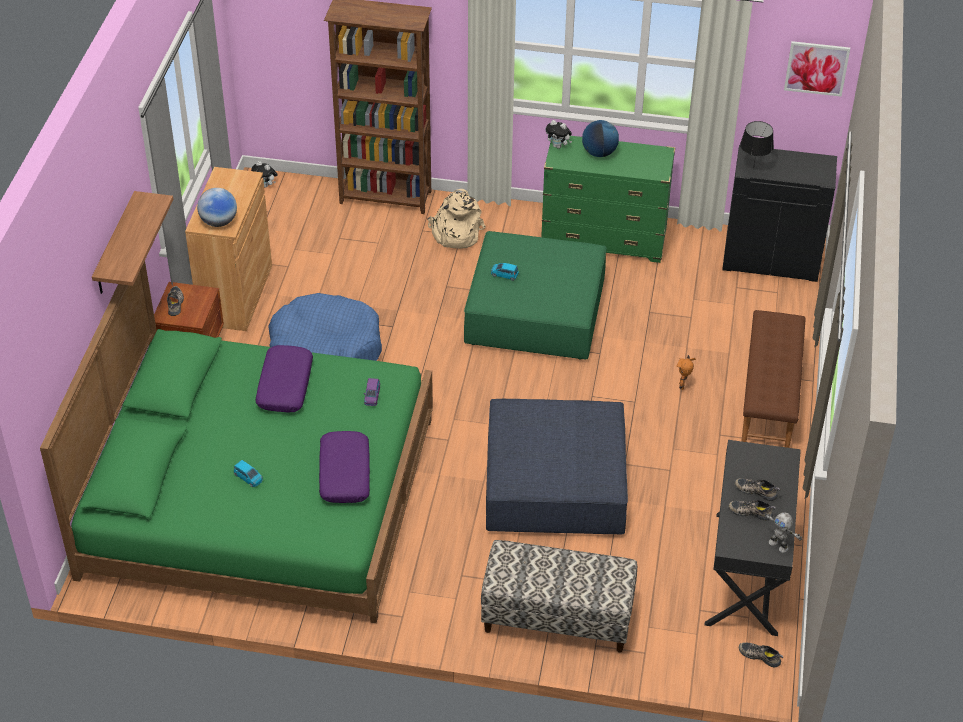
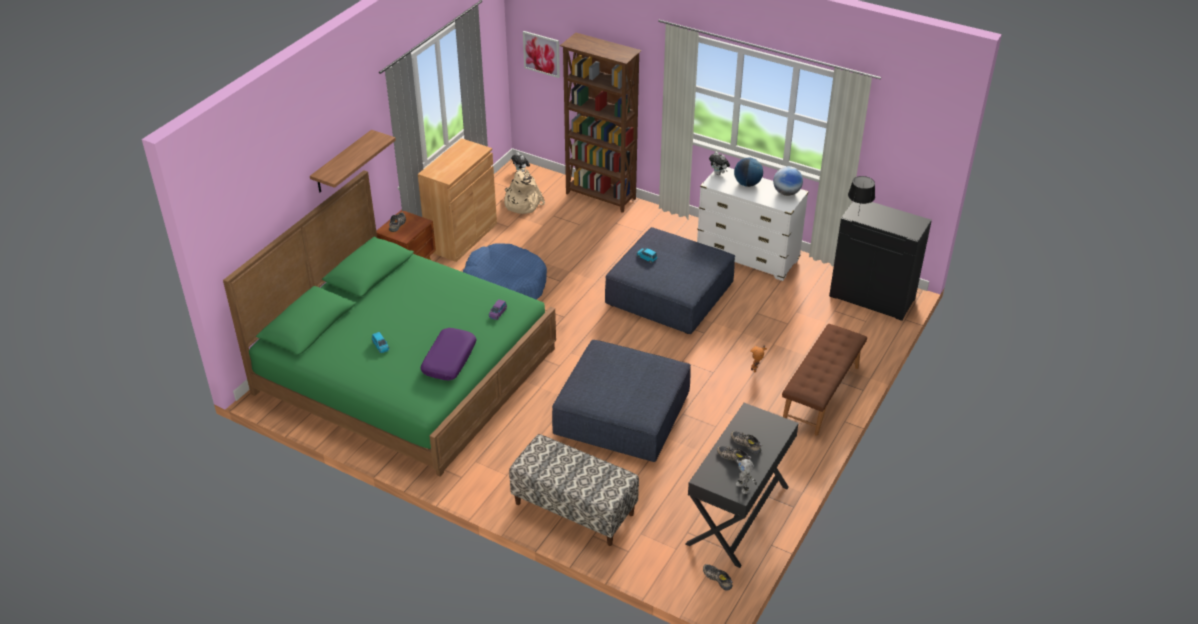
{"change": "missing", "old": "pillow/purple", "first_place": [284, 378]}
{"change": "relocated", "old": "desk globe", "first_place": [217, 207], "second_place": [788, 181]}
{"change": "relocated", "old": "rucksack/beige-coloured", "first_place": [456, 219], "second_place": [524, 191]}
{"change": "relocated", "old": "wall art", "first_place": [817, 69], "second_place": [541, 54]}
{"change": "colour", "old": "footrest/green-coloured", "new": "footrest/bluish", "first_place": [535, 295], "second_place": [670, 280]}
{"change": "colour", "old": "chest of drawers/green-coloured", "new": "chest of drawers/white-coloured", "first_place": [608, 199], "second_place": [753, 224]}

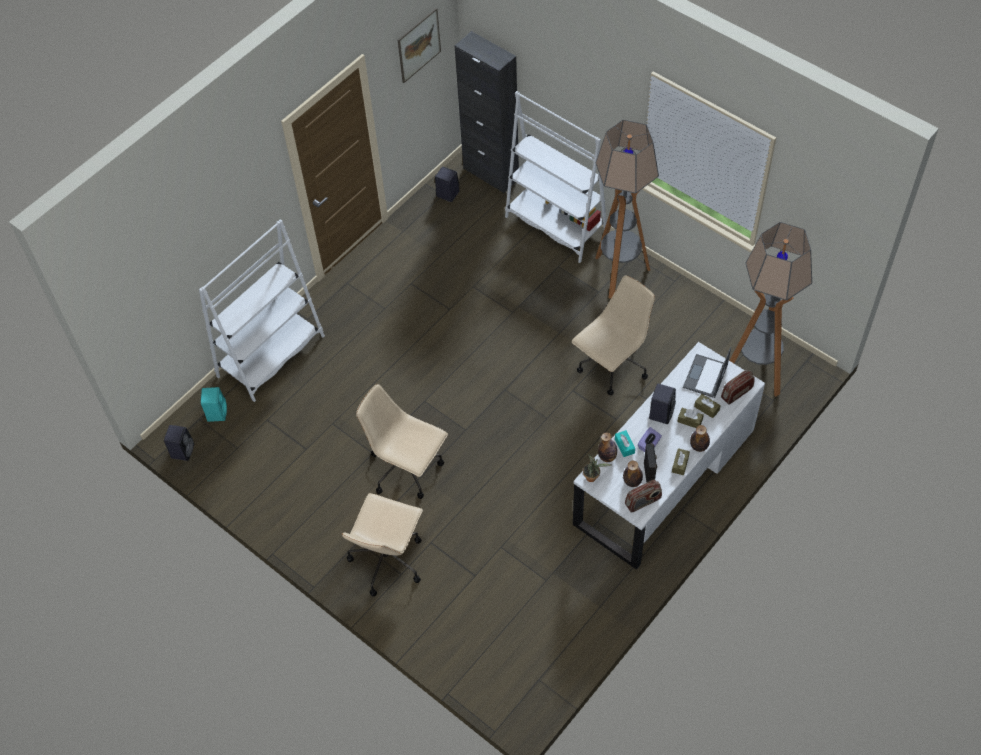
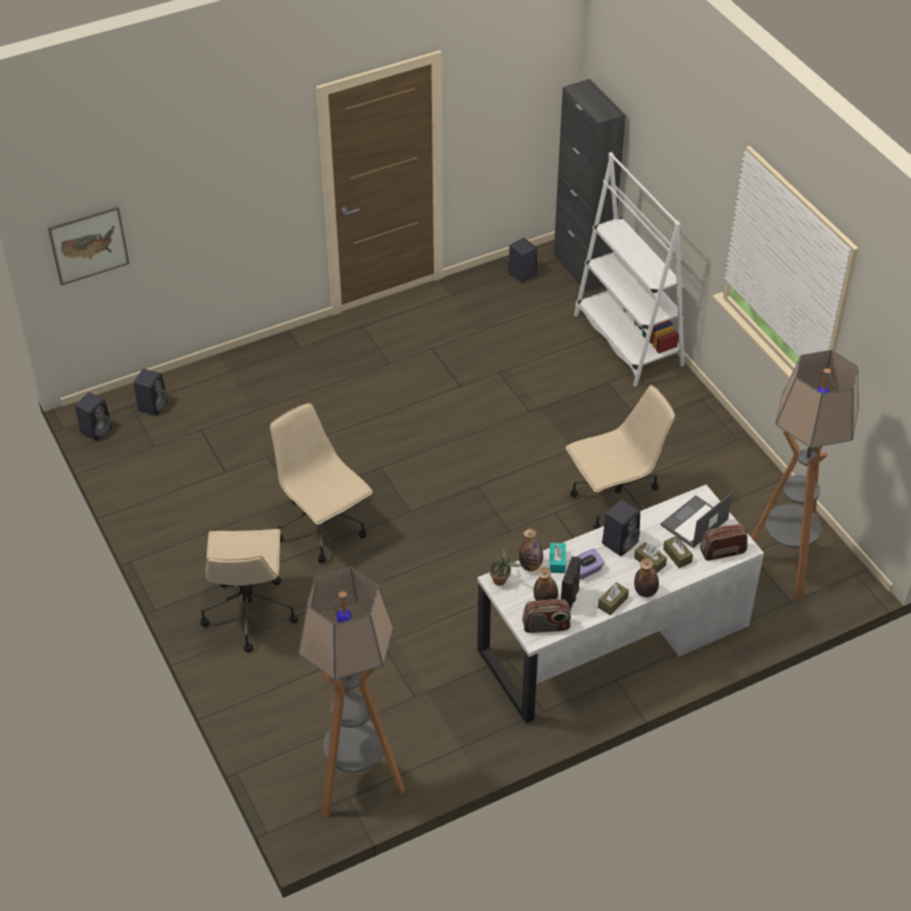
{"change": "missing", "old": "bookcase/white-coloured", "first_place": [262, 311]}
{"change": "relocated", "old": "wall art", "first_place": [419, 45], "second_place": [88, 246]}
{"change": "relocated", "old": "standard lamp", "first_place": [627, 209], "second_place": [351, 692]}
{"change": "colour", "old": "speaker/turquoise", "new": "speaker/black", "first_place": [214, 404], "second_place": [150, 392]}
{"change": "spun", "old": "office chair/beige-coloured", "first_place": [382, 545], "second_place": [249, 590], "degrees": -45}

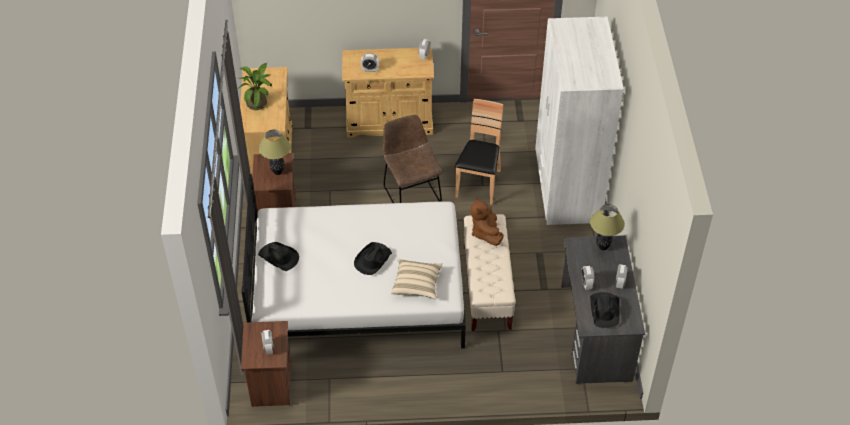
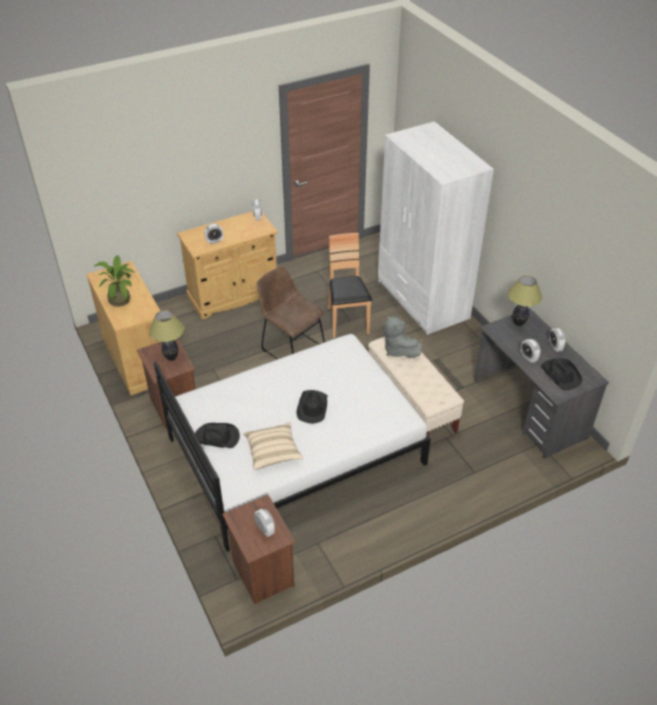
{"change": "relocated", "old": "pillow/beige-coloured", "first_place": [416, 279], "second_place": [273, 446]}
{"change": "colour", "old": "cuddly toy/brown", "new": "cuddly toy/gray", "first_place": [487, 221], "second_place": [402, 336]}

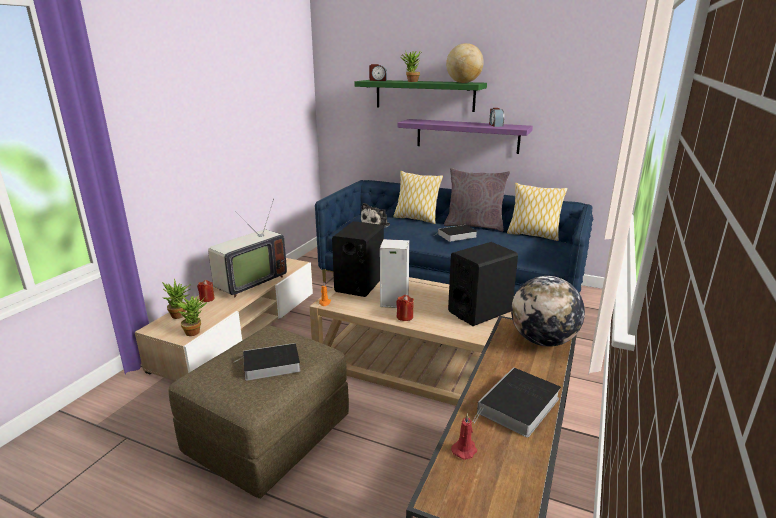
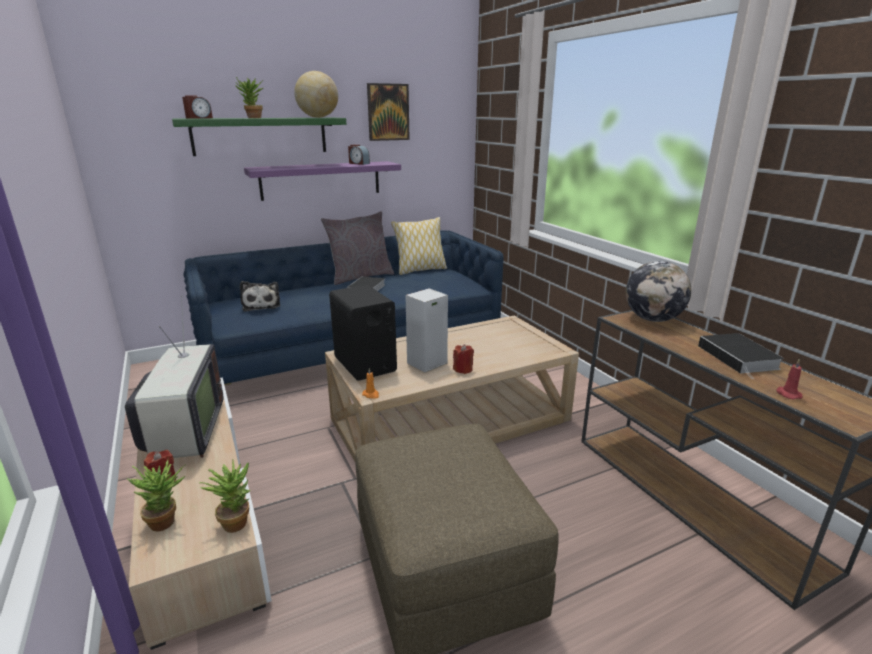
{"change": "missing", "old": "bound book", "first_place": [267, 362]}
{"change": "missing", "old": "pillow", "first_place": [418, 197]}
{"change": "missing", "old": "speaker/black", "first_place": [483, 284]}
{"change": "appeared", "new": "wall art", "second_place": [388, 112]}

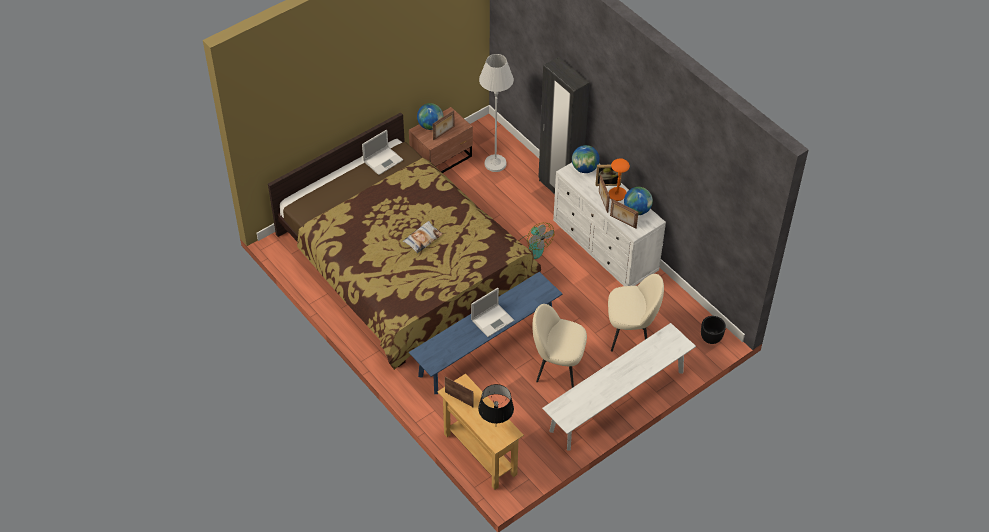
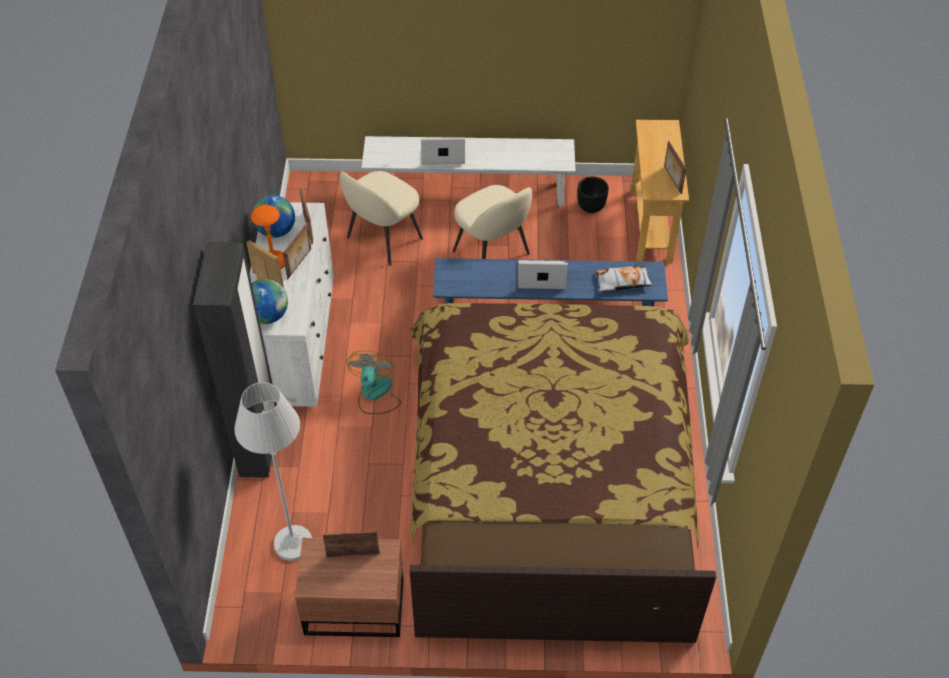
{"change": "missing", "old": "desk globe", "first_place": [430, 116]}
{"change": "missing", "old": "table lamp/black", "first_place": [496, 404]}
{"change": "relocated", "old": "laptop", "first_place": [382, 152], "second_place": [443, 151]}
{"change": "relocated", "old": "pillow", "first_place": [423, 237], "second_place": [624, 278]}
{"change": "relocated", "old": "flower pot/black", "first_place": [713, 330], "second_place": [593, 195]}
{"change": "spun", "old": "plain chair/beige-coloured", "first_place": [636, 313], "second_place": [381, 218], "degrees": -90}

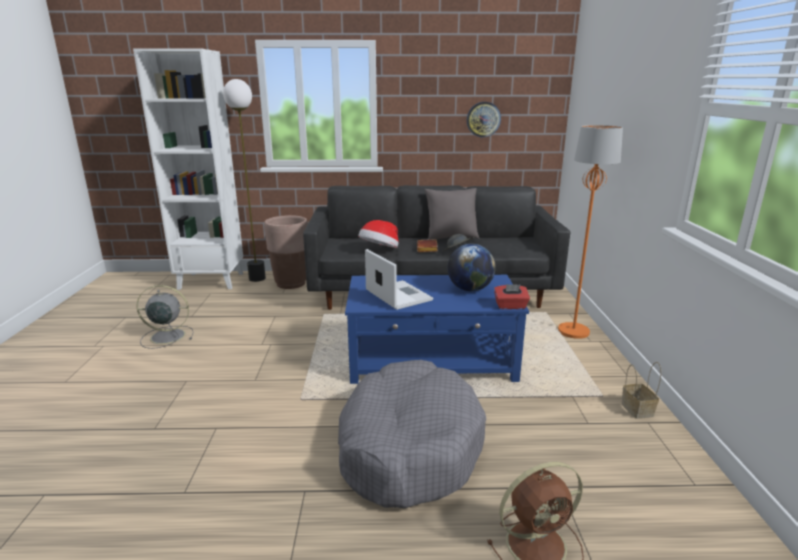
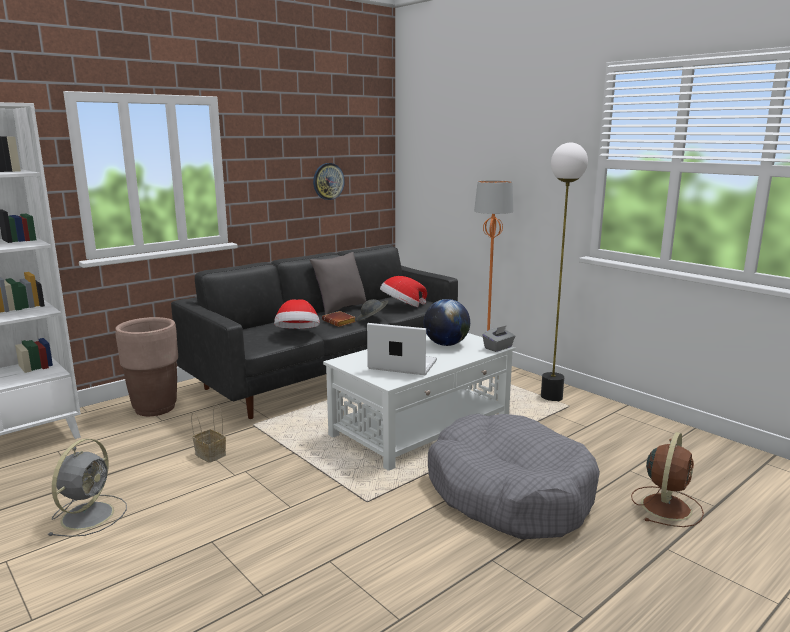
{"change": "appeared", "new": "clothing hat", "second_place": [403, 291]}
{"change": "relocated", "old": "standard lamp", "first_place": [244, 180], "second_place": [564, 271]}
{"change": "relocated", "old": "basket", "first_place": [641, 390], "second_place": [208, 433]}
{"change": "colour", "old": "lounge table/bluish", "new": "lounge table/white-coloured", "first_place": [437, 329], "second_place": [419, 402]}
{"change": "colour", "old": "box of tissues/red-coloured", "new": "box of tissues/gray", "first_place": [512, 296], "second_place": [498, 338]}
{"change": "spun", "old": "cooling fan/gray", "first_place": [165, 317], "second_place": [87, 488], "degrees": 150}

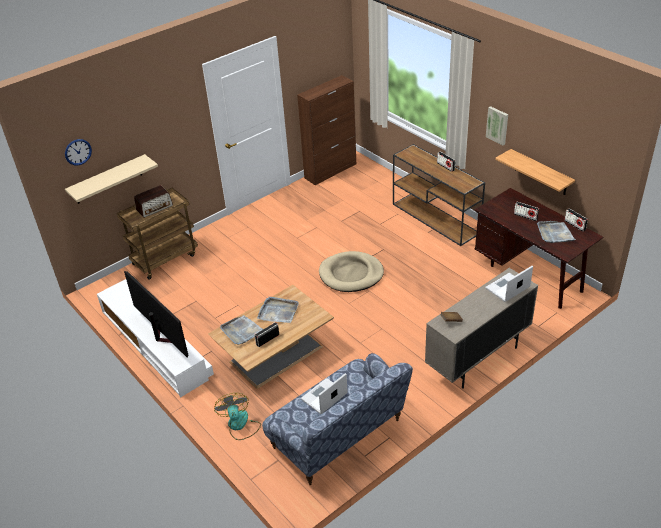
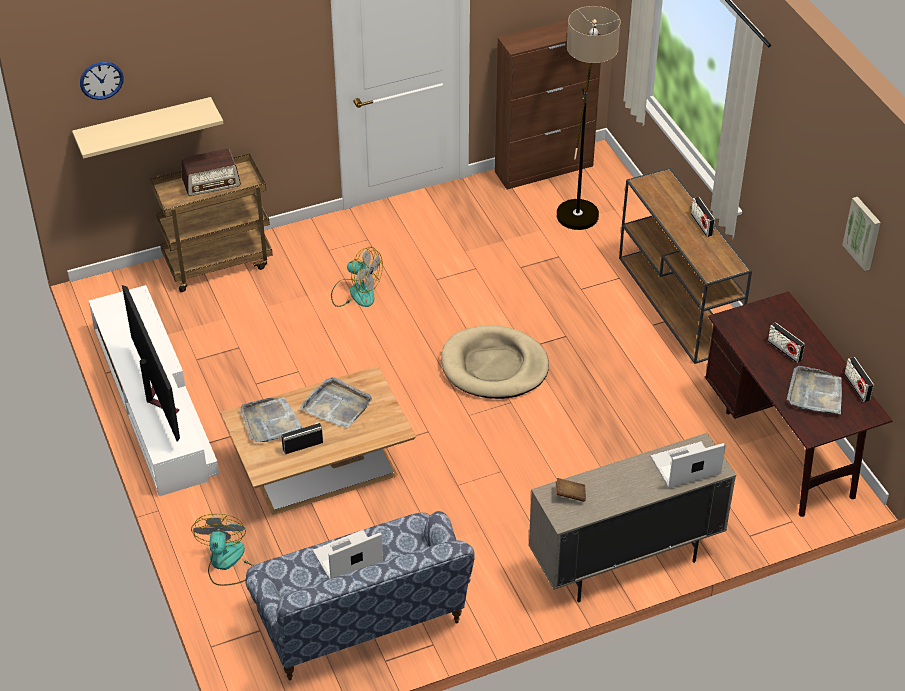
{"change": "missing", "old": "shelf", "first_place": [535, 172]}
{"change": "appeared", "new": "cooling fan", "second_place": [357, 277]}
{"change": "appeared", "new": "standard lamp", "second_place": [589, 118]}
{"change": "relocated", "old": "wall art", "first_place": [497, 125], "second_place": [861, 234]}

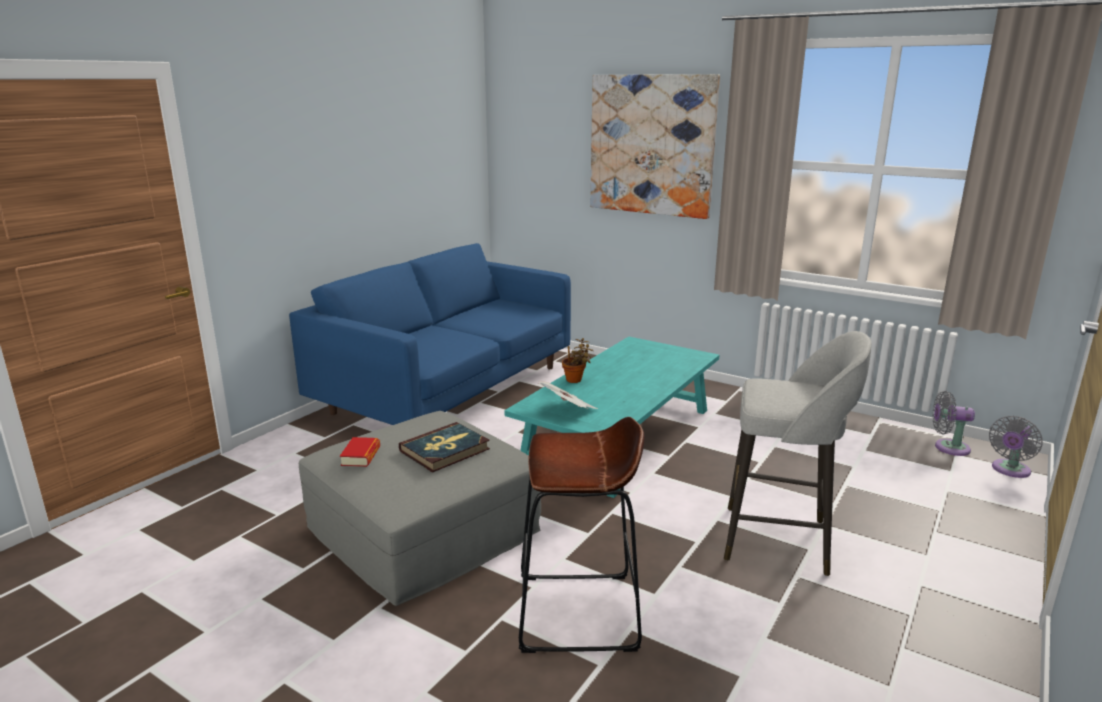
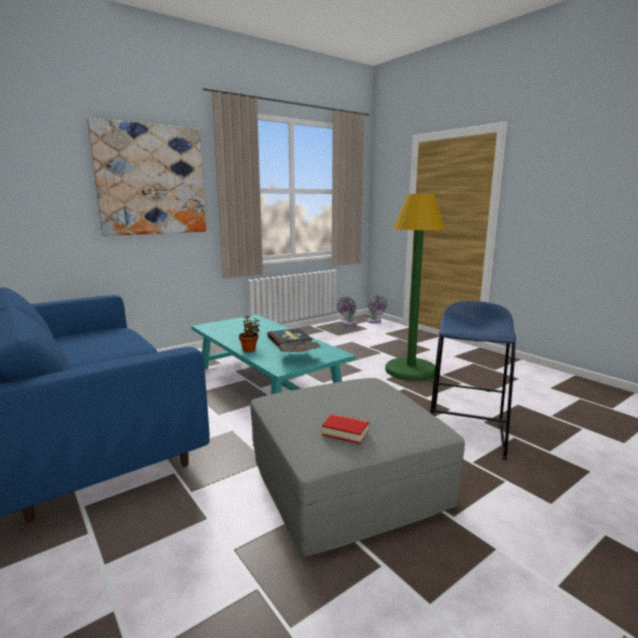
{"change": "relocated", "old": "bound book", "first_place": [444, 447], "second_place": [290, 337]}
{"change": "exchanged", "old": "sitting stool/gray", "new": "standard lamp/green-coloured", "first_place": [797, 453], "second_place": [415, 287]}
{"change": "colour", "old": "sitting stool/brown", "new": "sitting stool/bluish", "first_place": [582, 535], "second_place": [473, 380]}

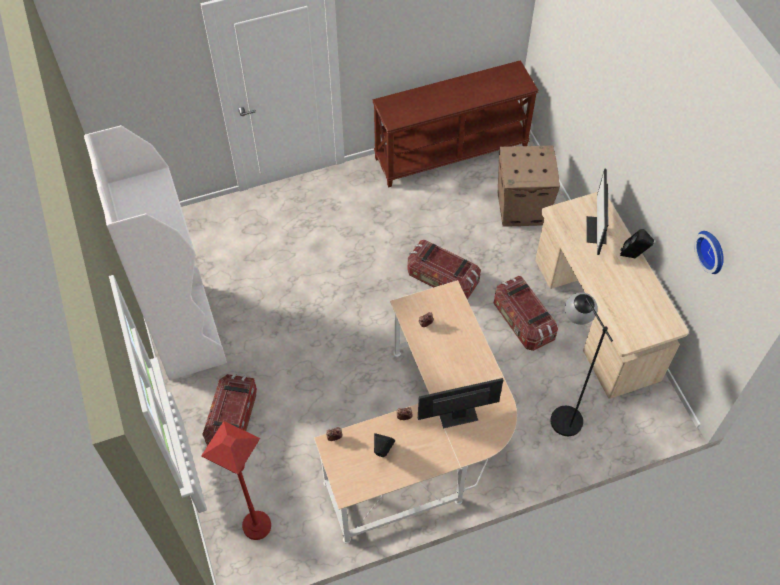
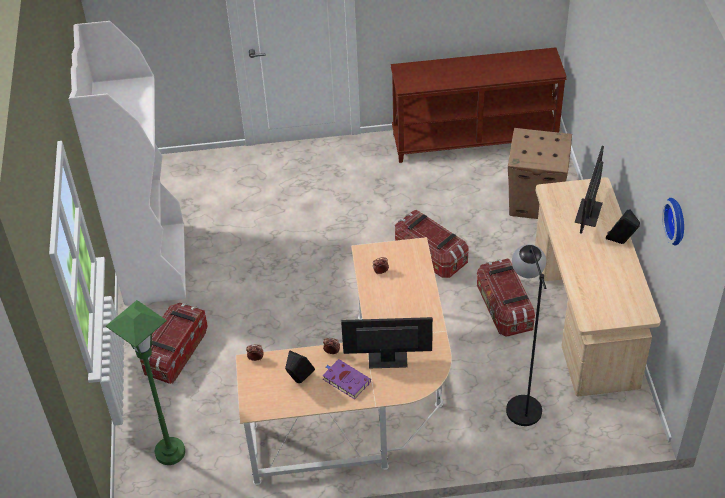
{"change": "appeared", "new": "bound book/purple", "second_place": [346, 379]}
{"change": "colour", "old": "standard lamp/red-coloured", "new": "standard lamp/green-coloured", "first_place": [236, 480], "second_place": [145, 382]}

